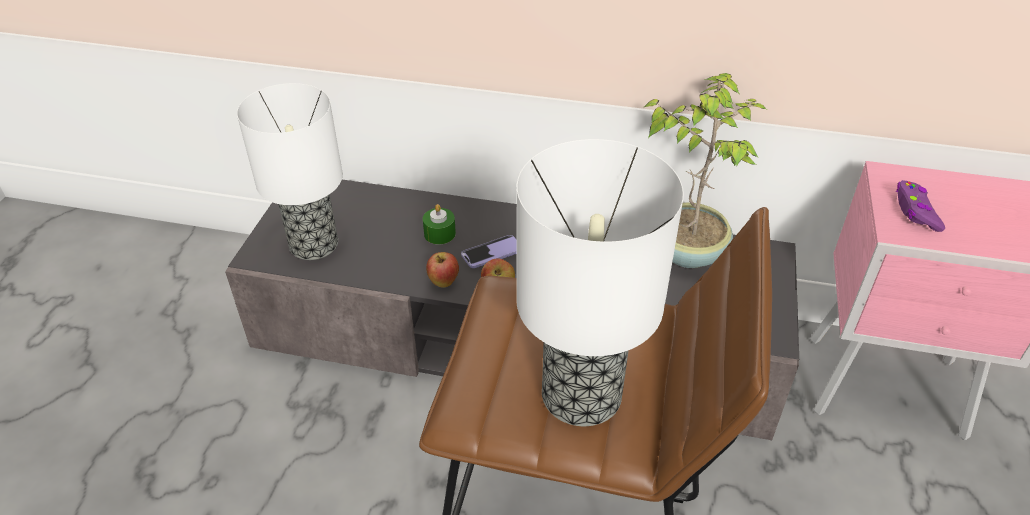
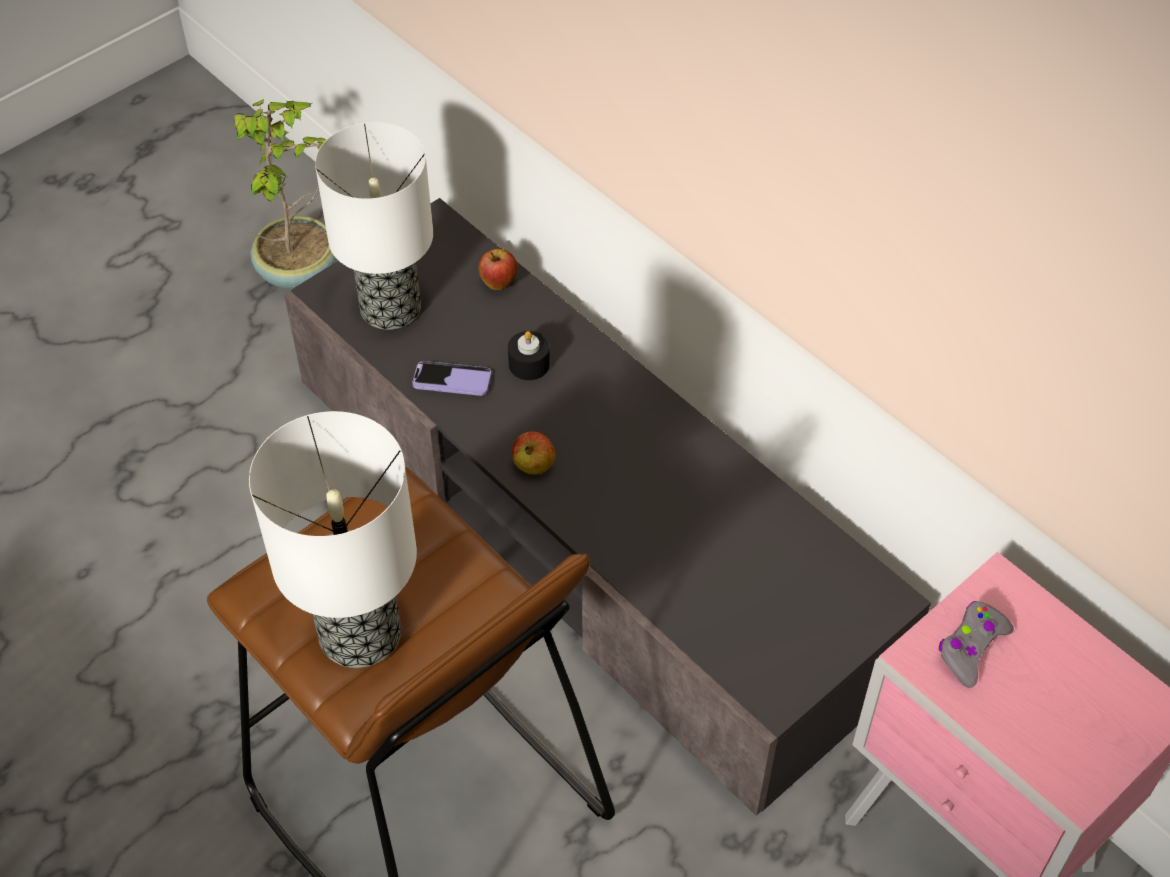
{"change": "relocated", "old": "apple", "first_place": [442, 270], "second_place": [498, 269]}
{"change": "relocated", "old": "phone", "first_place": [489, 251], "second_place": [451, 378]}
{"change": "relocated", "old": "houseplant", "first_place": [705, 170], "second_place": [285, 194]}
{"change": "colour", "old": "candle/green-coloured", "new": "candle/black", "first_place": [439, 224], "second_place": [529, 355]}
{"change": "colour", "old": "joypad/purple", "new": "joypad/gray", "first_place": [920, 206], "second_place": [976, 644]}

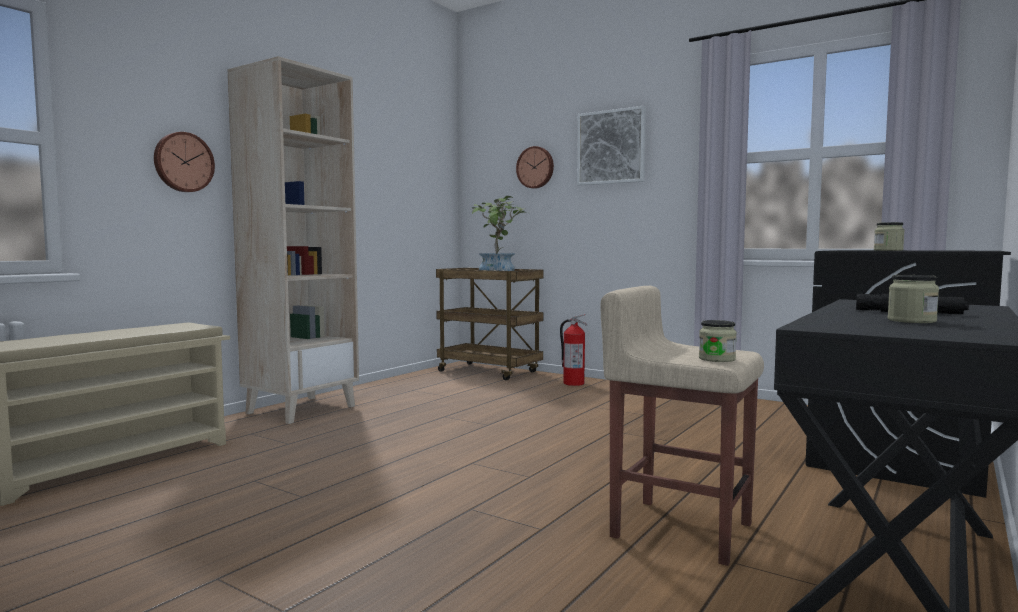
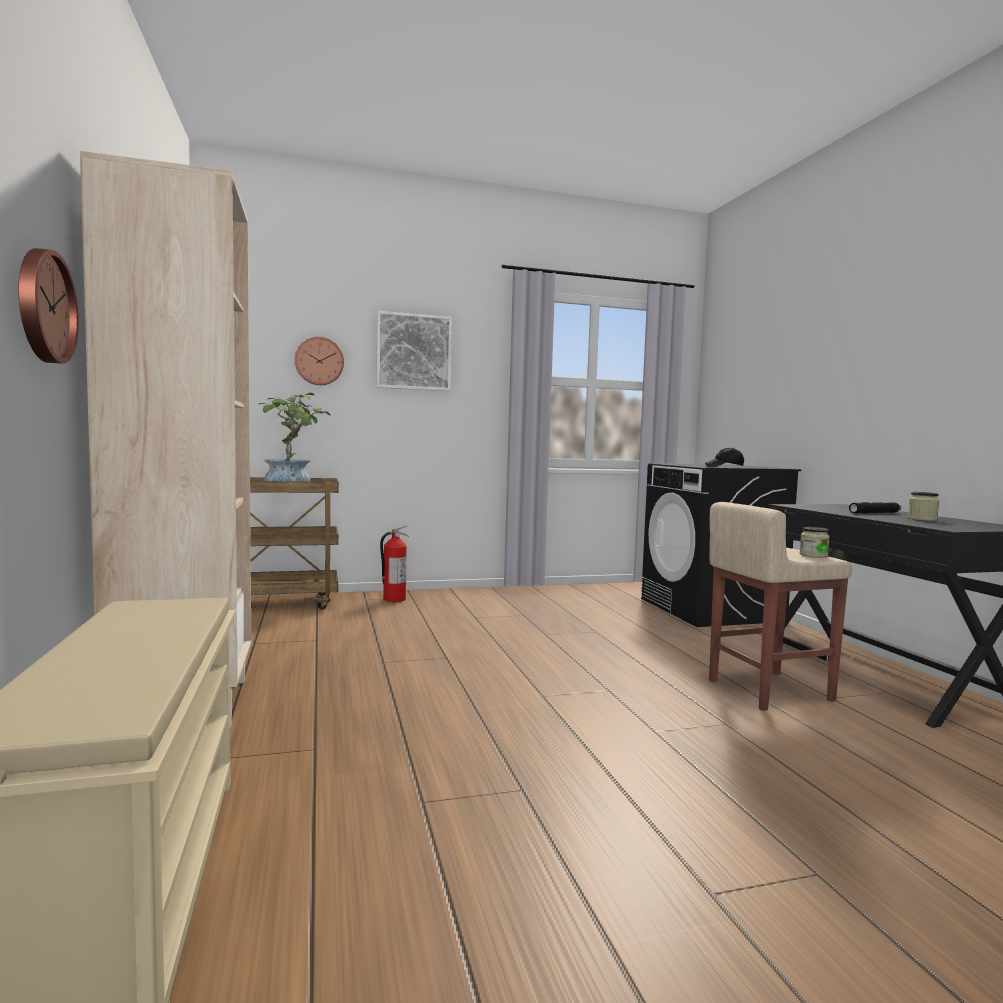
{"change": "exchanged", "old": "storage jar", "new": "baseball cap/black", "first_place": [889, 236], "second_place": [724, 457]}

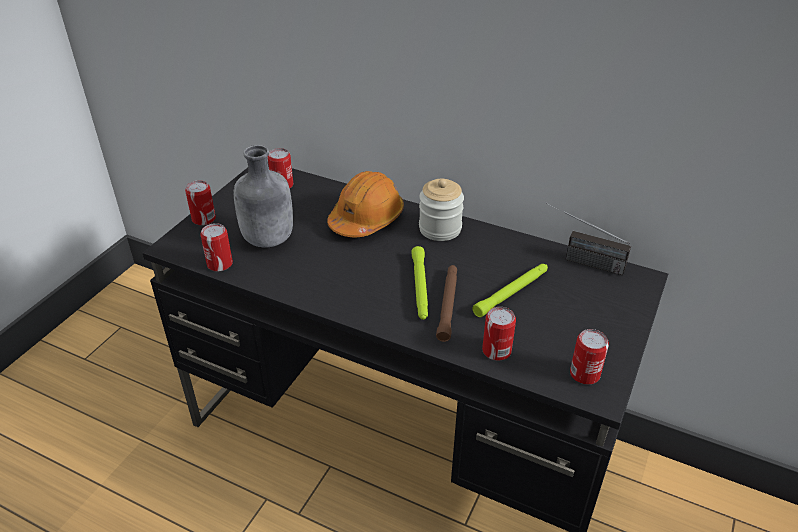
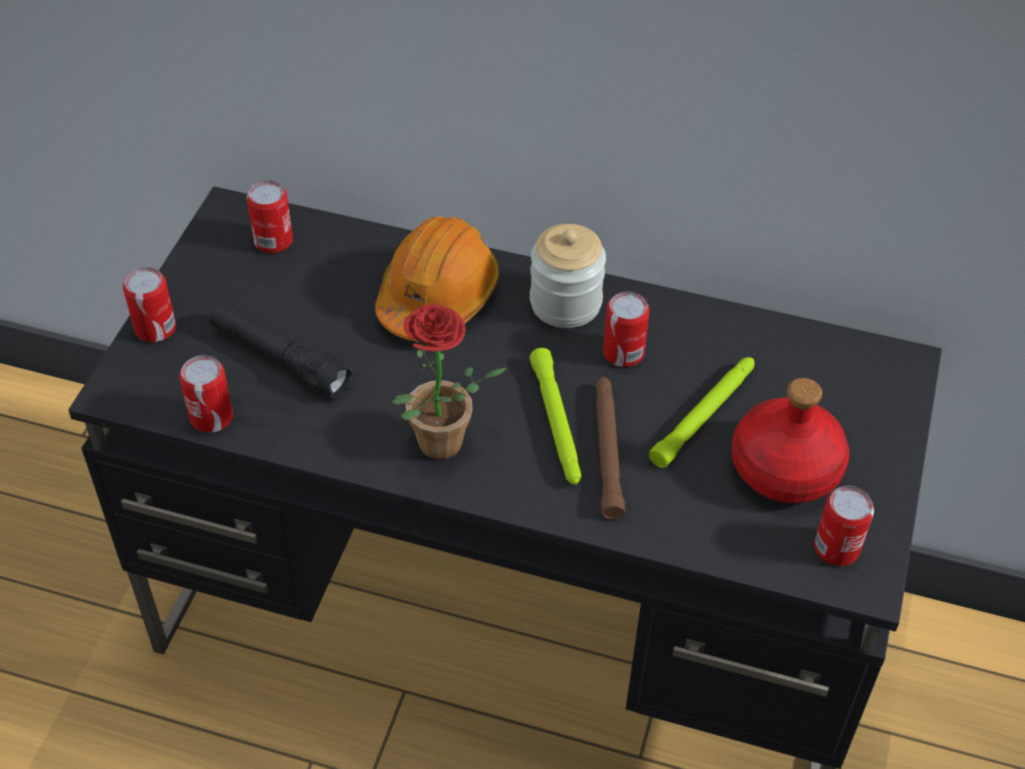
{"change": "missing", "old": "radio set", "first_place": [588, 239]}
{"change": "appeared", "new": "houseplant", "second_place": [449, 382]}
{"change": "appeared", "new": "drink bottle/red-coloured", "second_place": [790, 440]}
{"change": "relocated", "old": "can", "first_place": [499, 334], "second_place": [626, 329]}
{"change": "exchanged", "old": "drink bottle/gray", "new": "hand torch/black", "first_place": [263, 196], "second_place": [281, 349]}

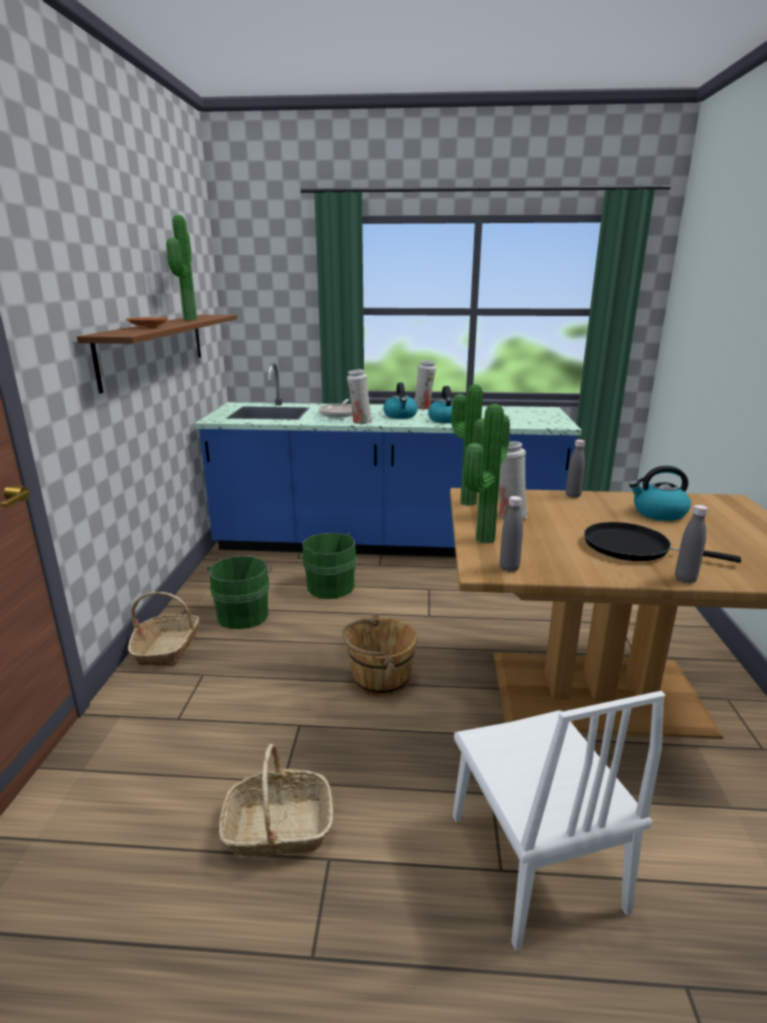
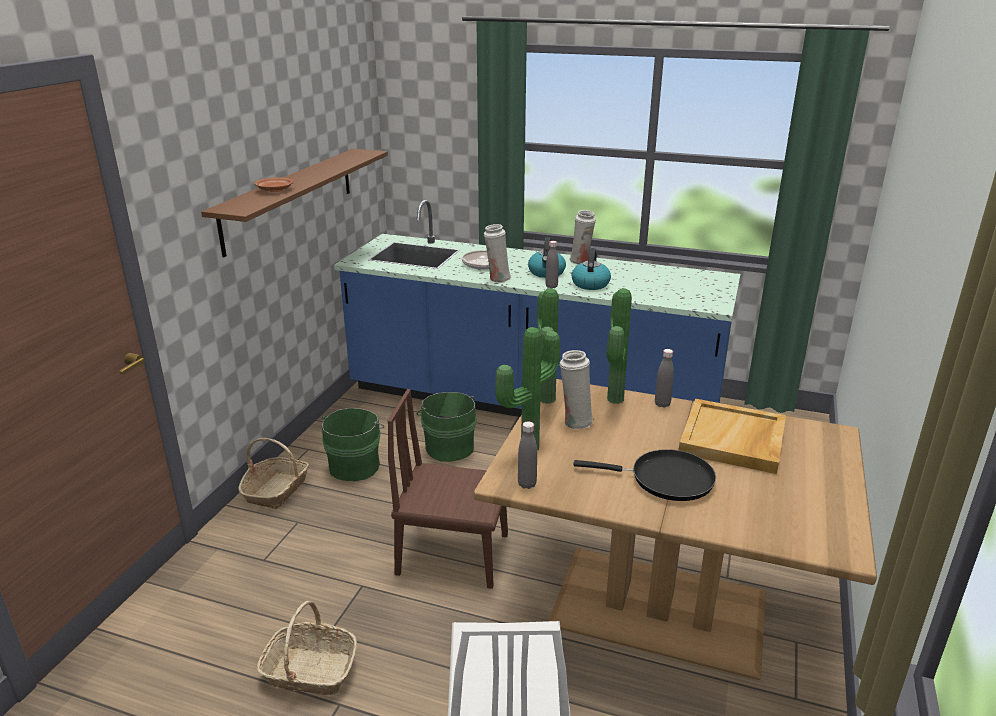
{"change": "relocated", "old": "houseplant", "first_place": [181, 267], "second_place": [619, 346]}
{"change": "relocated", "old": "drink bottle/gray", "first_place": [691, 544], "second_place": [552, 264]}
{"change": "exchanged", "old": "bucket/brown", "new": "plain chair/brown", "first_place": [379, 655], "second_place": [448, 489]}
{"change": "exchanged", "old": "water kettle", "new": "serving tray/beige-coloured", "first_place": [660, 493], "second_place": [732, 436]}
{"change": "spun", "old": "pan/black", "first_place": [662, 542], "second_place": [644, 475], "degrees": 150}

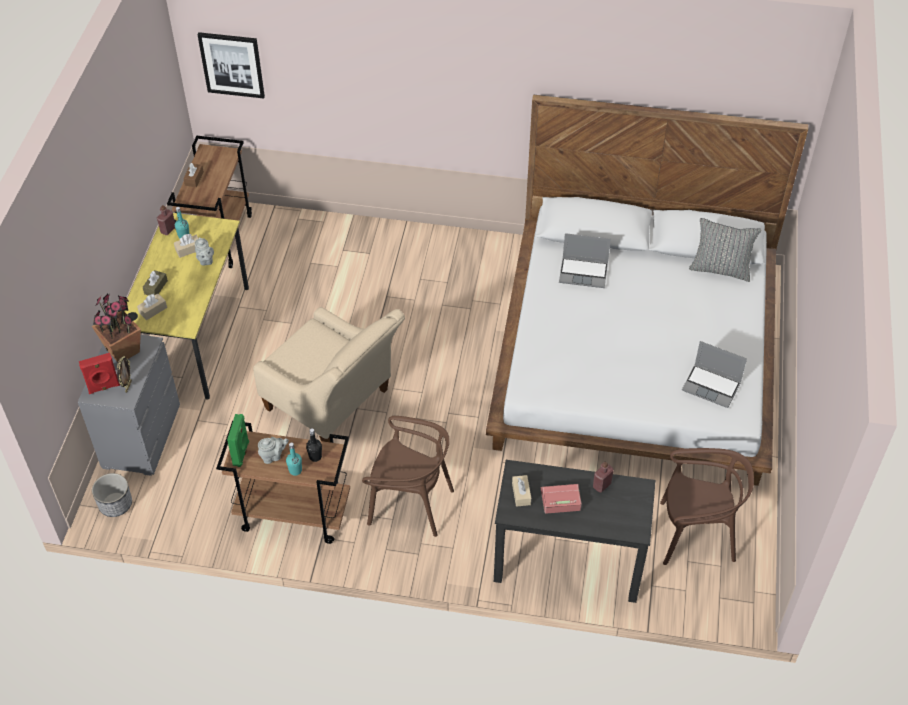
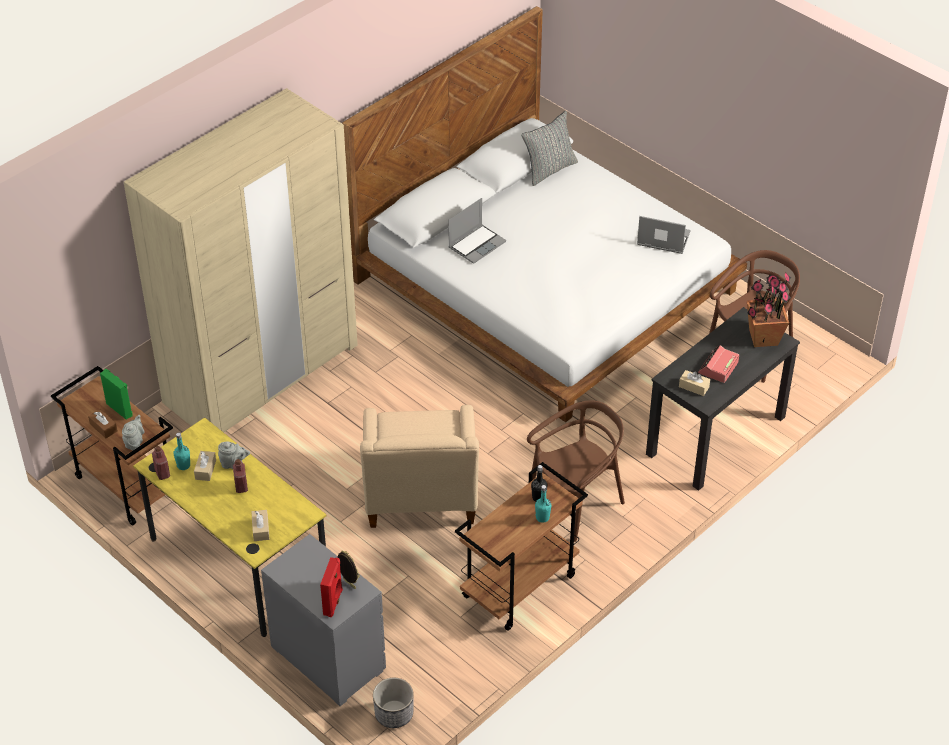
{"change": "missing", "old": "box of tissues/brown", "first_place": [155, 283]}
{"change": "missing", "old": "wall art", "first_place": [231, 65]}
{"change": "appeared", "new": "wardrobe/beige-coloured", "second_place": [241, 260]}
{"change": "relocated", "old": "houseplant", "first_place": [116, 327], "second_place": [769, 309]}
{"change": "relocated", "old": "speaker/green-coloured", "first_place": [238, 440], "second_place": [116, 394]}
{"change": "relocated", "old": "teapot/gray", "first_place": [273, 450], "second_place": [133, 432]}
{"change": "relocated", "old": "drink bottle/red-coloured", "first_place": [603, 477], "second_place": [240, 476]}
{"change": "spun", "old": "armchair/beige-coloured", "first_place": [329, 374], "second_place": [419, 466], "degrees": 105}
{"change": "spun", "old": "laptop", "first_place": [714, 374], "second_place": [664, 235], "degrees": -135}

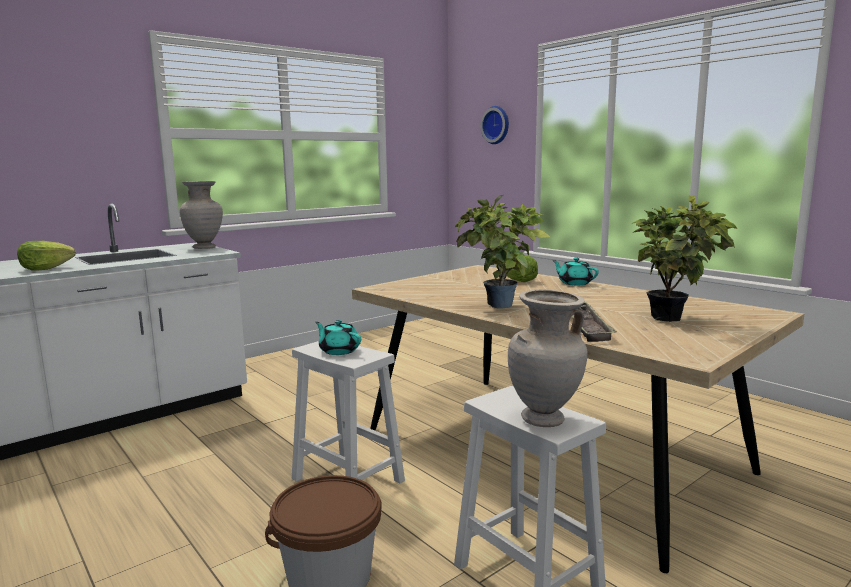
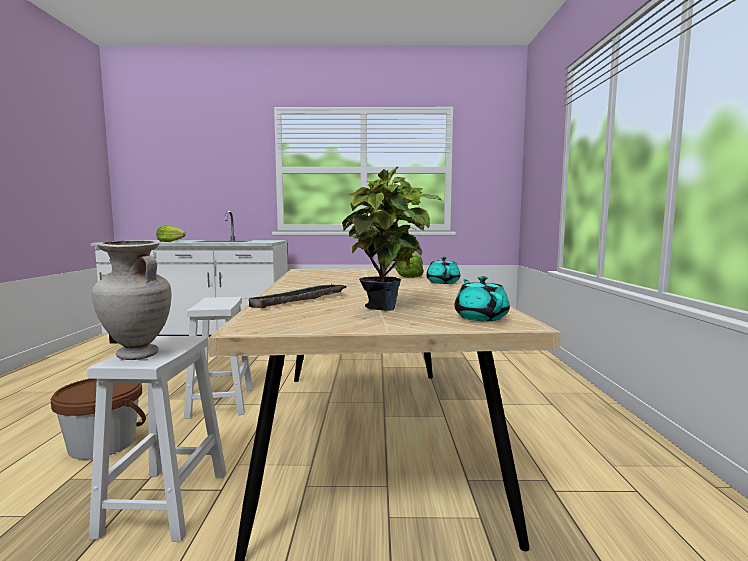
{"change": "missing", "old": "decorative vase/beige-coloured", "first_place": [201, 215]}
{"change": "missing", "old": "houseplant", "first_place": [502, 252]}
{"change": "missing", "old": "hanging clock", "first_place": [494, 125]}
{"change": "relocated", "old": "teapot/turquoise", "first_place": [338, 337], "second_place": [482, 298]}

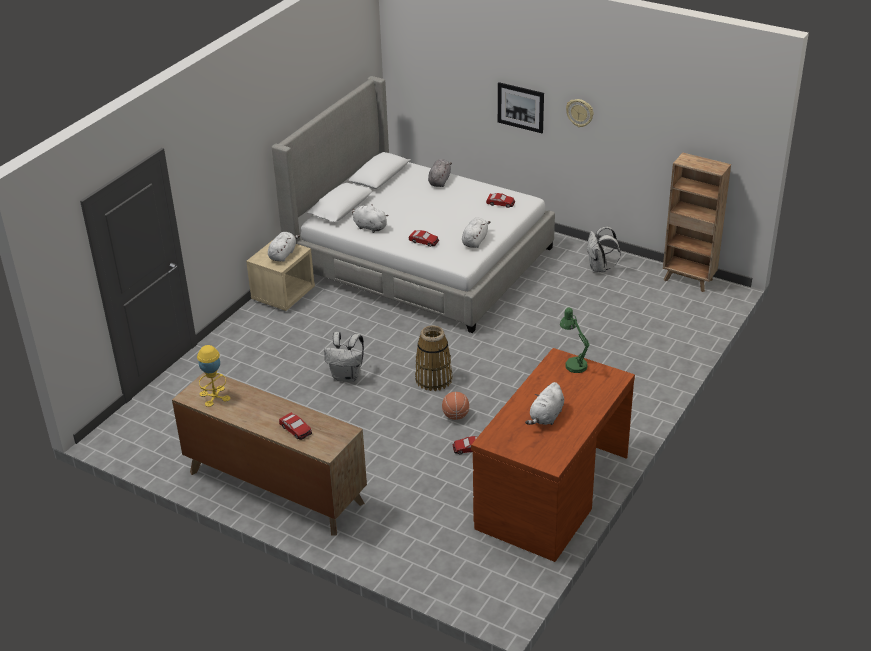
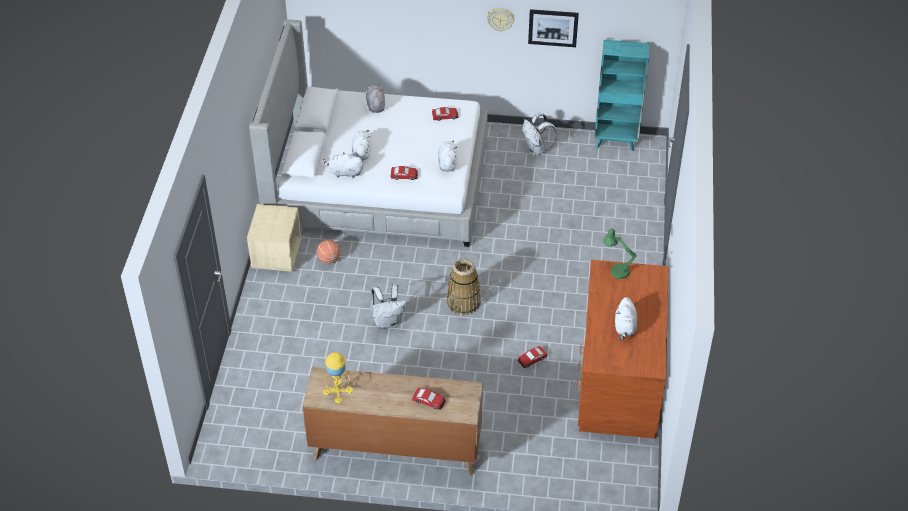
{"change": "relocated", "old": "cuddly toy/white-coloured", "first_place": [284, 247], "second_place": [361, 145]}
{"change": "relocated", "old": "basketball", "first_place": [455, 406], "second_place": [328, 252]}
{"change": "relocated", "old": "wall art", "first_place": [521, 107], "second_place": [553, 28]}
{"change": "colour", "old": "bookcase/brown", "new": "bookcase/turquoise", "first_place": [697, 222], "second_place": [622, 95]}

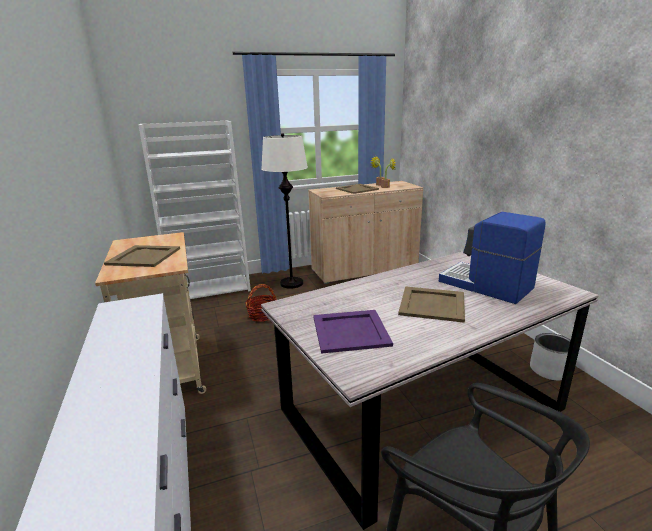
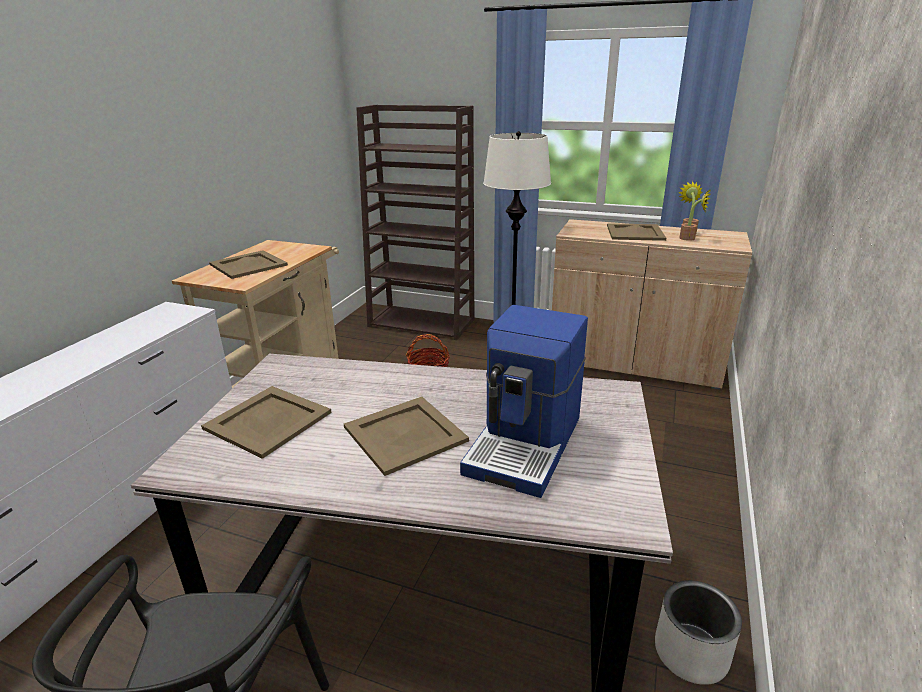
{"change": "colour", "old": "bookcase/white-coloured", "new": "bookcase/brown", "first_place": [195, 209], "second_place": [415, 222]}
{"change": "colour", "old": "serving tray/purple", "new": "serving tray/beige-coloured", "first_place": [353, 332], "second_place": [266, 422]}
{"change": "spun", "old": "coffee machine", "first_place": [492, 258], "second_place": [524, 401], "degrees": -150}

